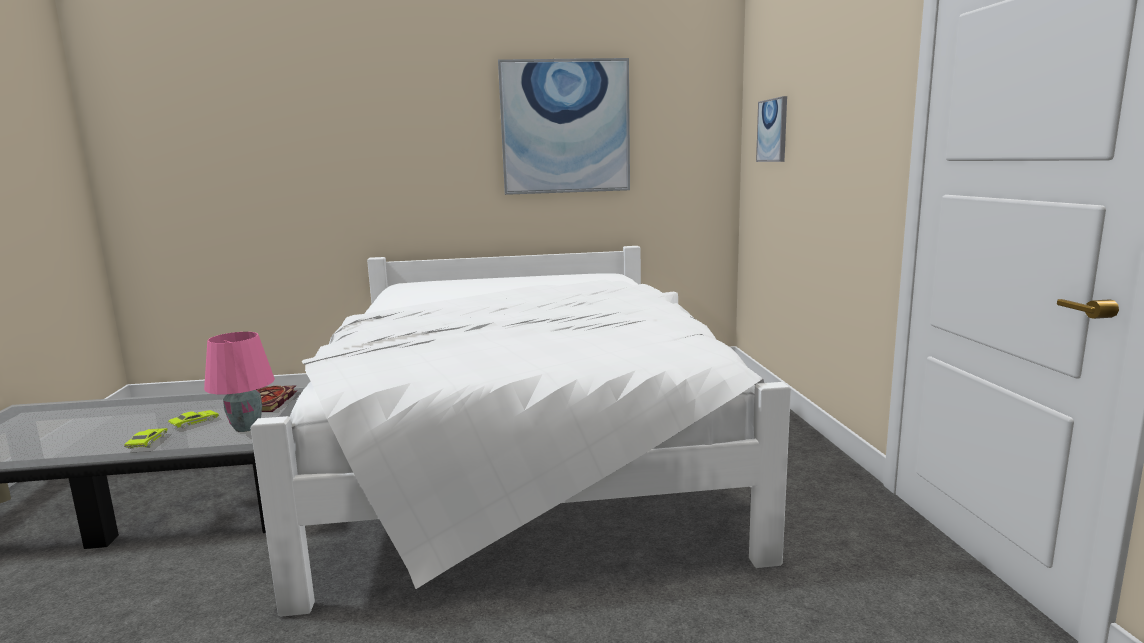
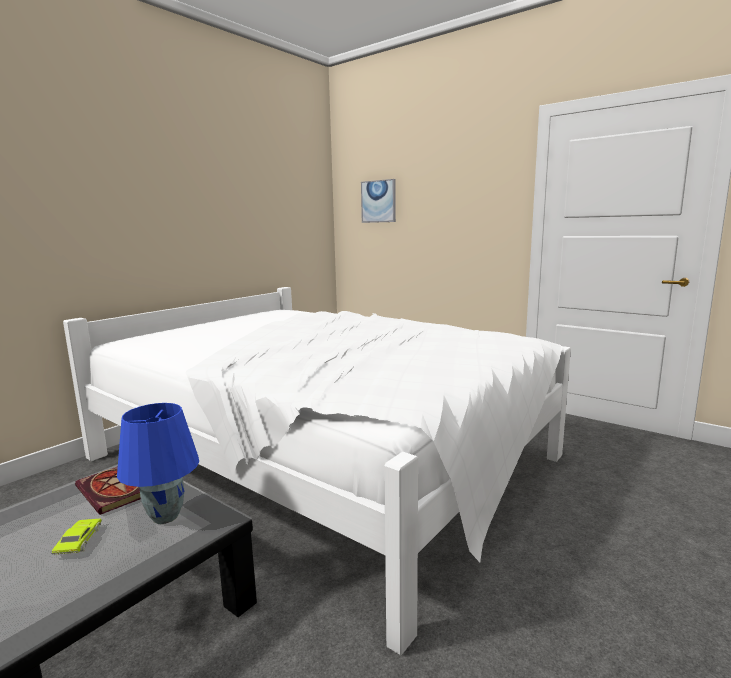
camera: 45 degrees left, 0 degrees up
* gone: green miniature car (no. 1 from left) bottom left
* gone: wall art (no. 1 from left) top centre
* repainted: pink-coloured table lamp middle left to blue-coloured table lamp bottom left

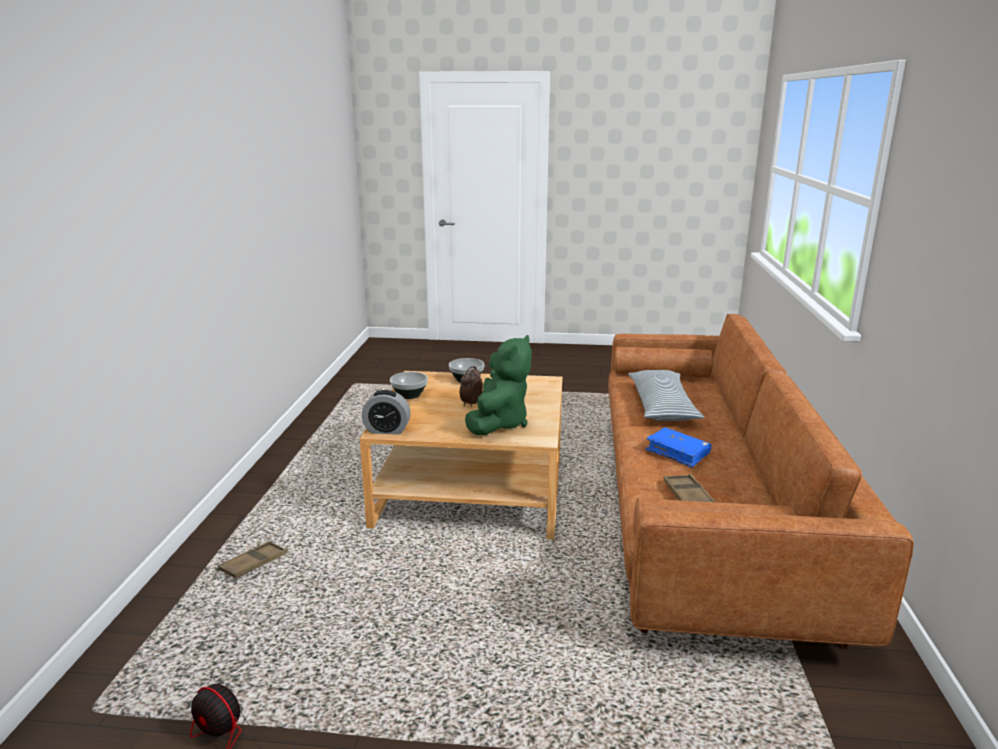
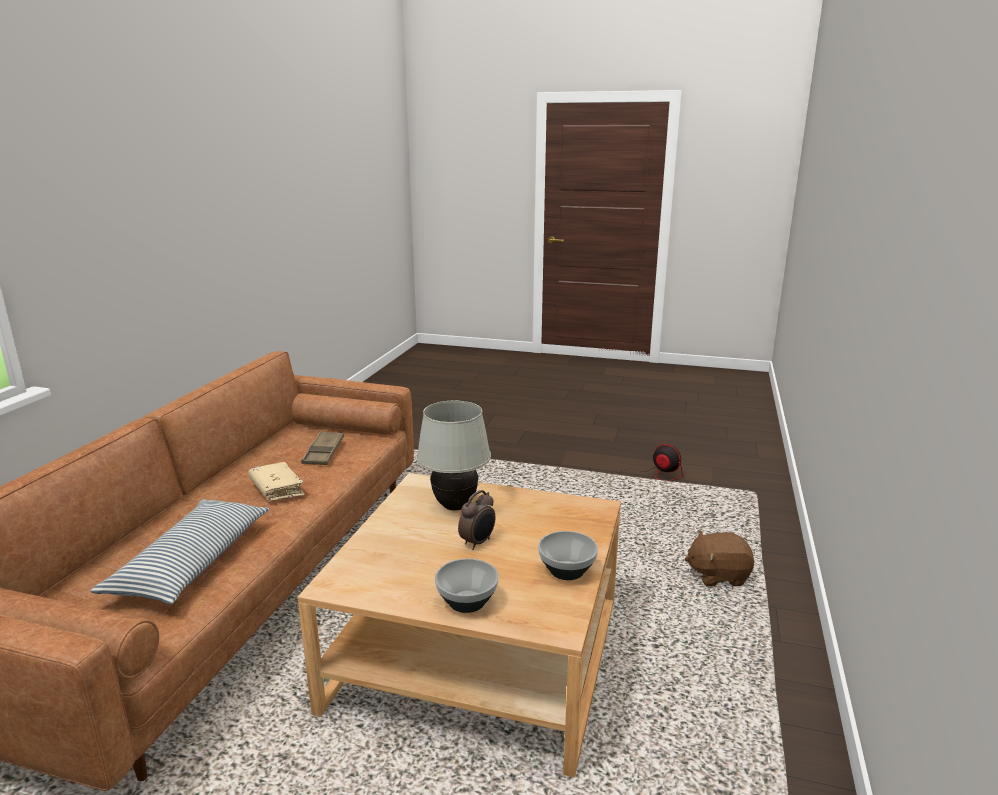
camera: 170 degrees left, 0 degrees up
* gone: alarm clock (no. 1 from left) centre
* swapped: brown serving tray (no. 1 from left) bottom left to brown cuddly toy bottom right
* swapped: green cuddly toy centre to white-coloured table lamp centre
* repainted: blue-coloured book middle right to beige-coloured book middle left

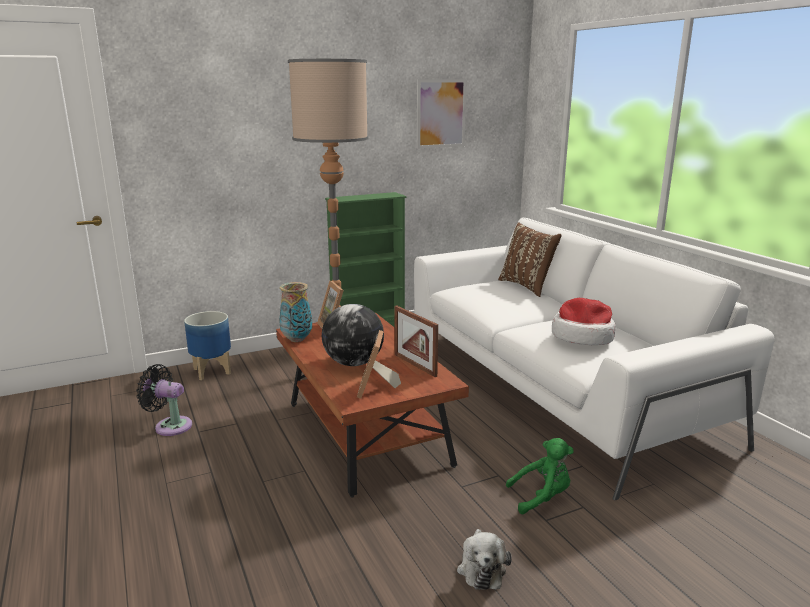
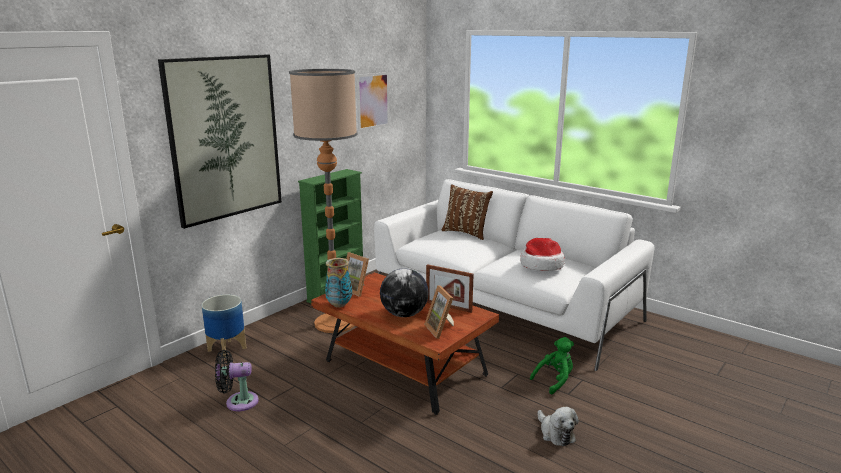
camera: 25 degrees left, 0 degrees up
* new: wall art (no. 1 from left) top left

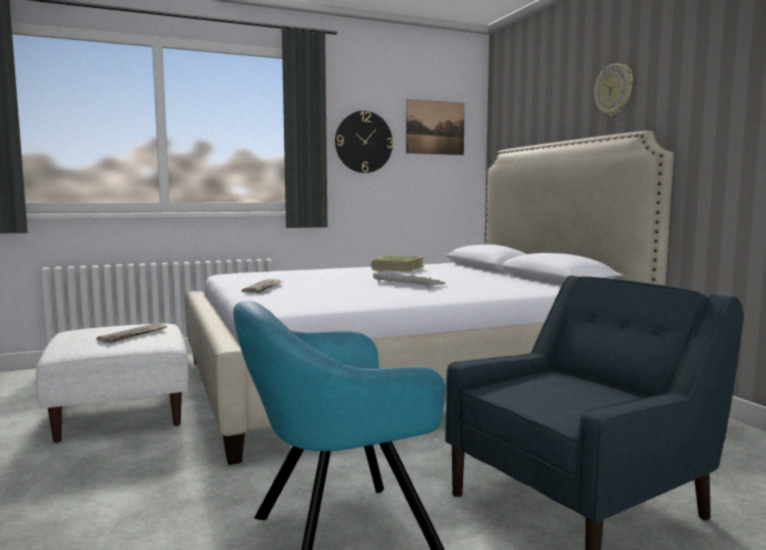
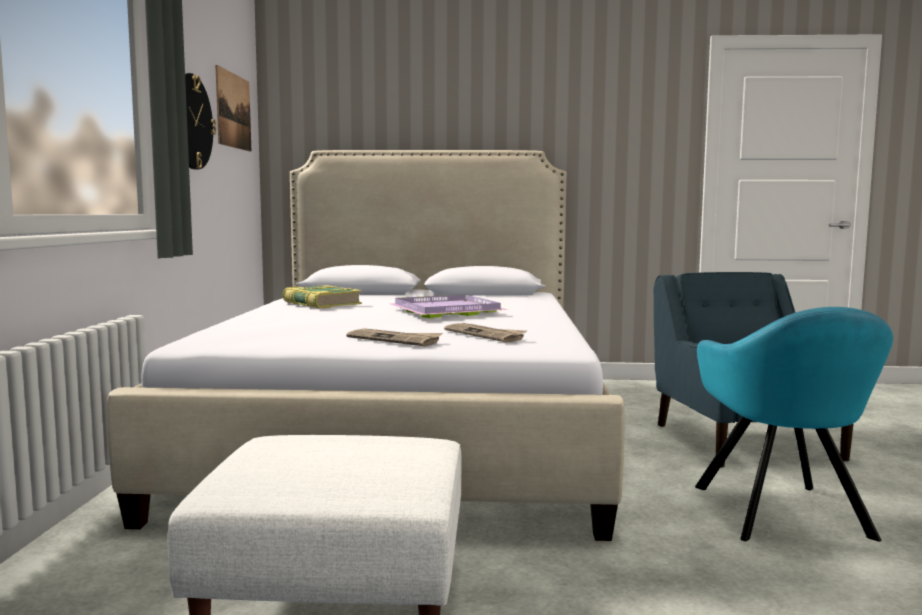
camera: 65 degrees left, 0 degrees up
* gone: hanging clock (no. 2 from left) top right
* shifted: newspaper (no. 1 from left in the first image) middle left to newspaper (no. 2 from left) centre
* swapped: keyboard centre to purple-coloured serving tray centre

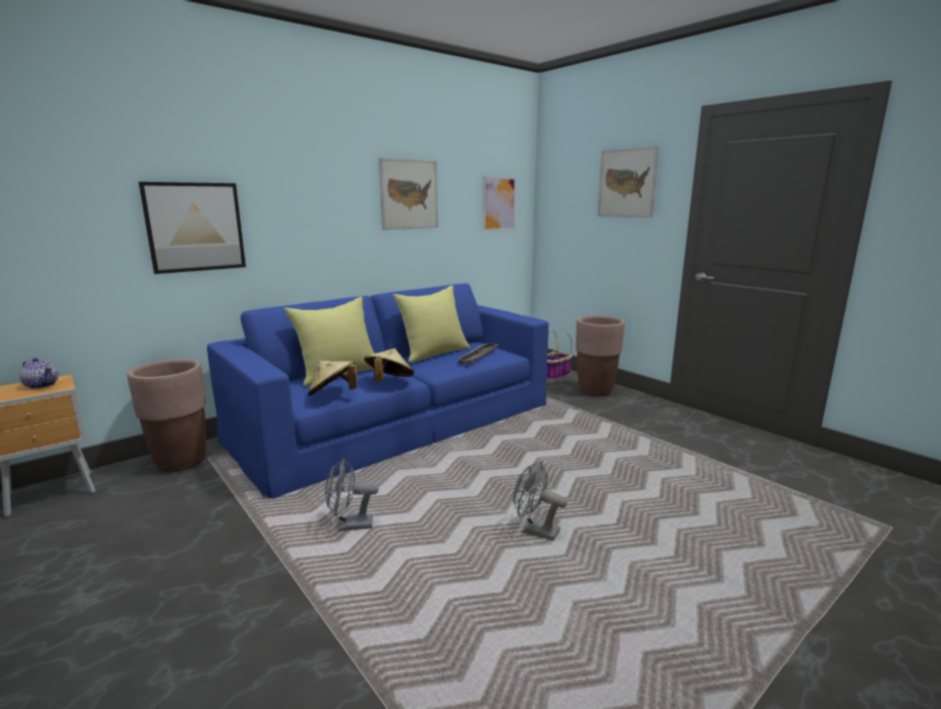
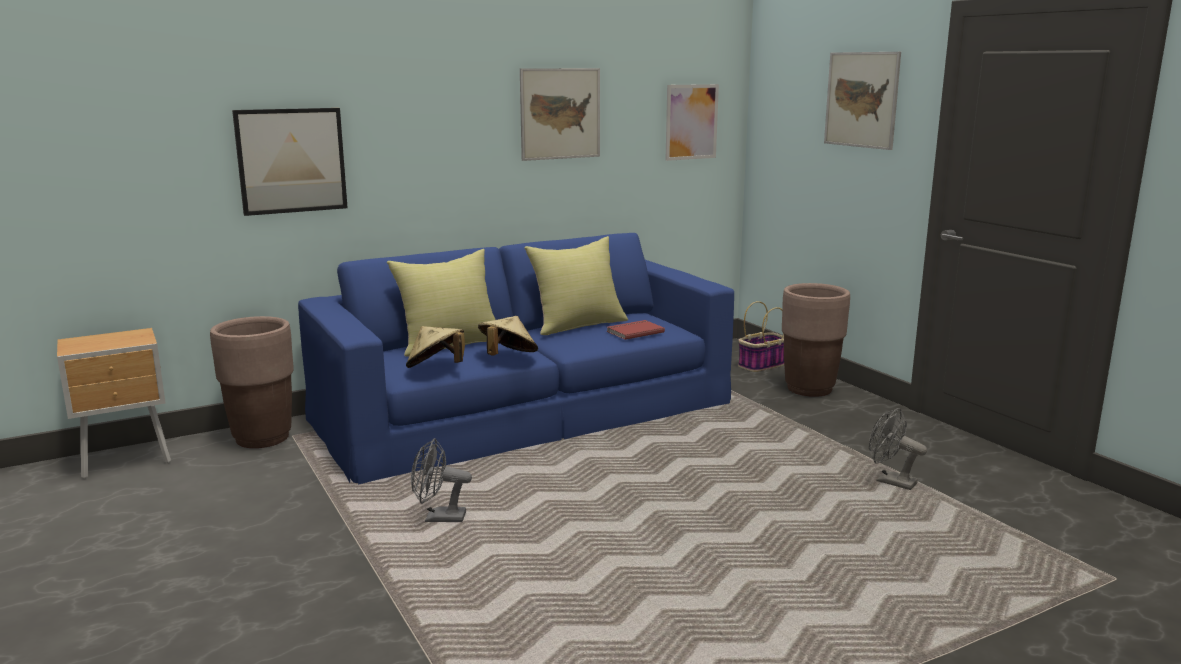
camera: 10 degrees right, 0 degrees up
* gone: pot for tea middle left
* shifted: greyish cooling fan (no. 2 from left) bottom centre to bottom right
* swapped: serving tray centre to red-coloured book centre

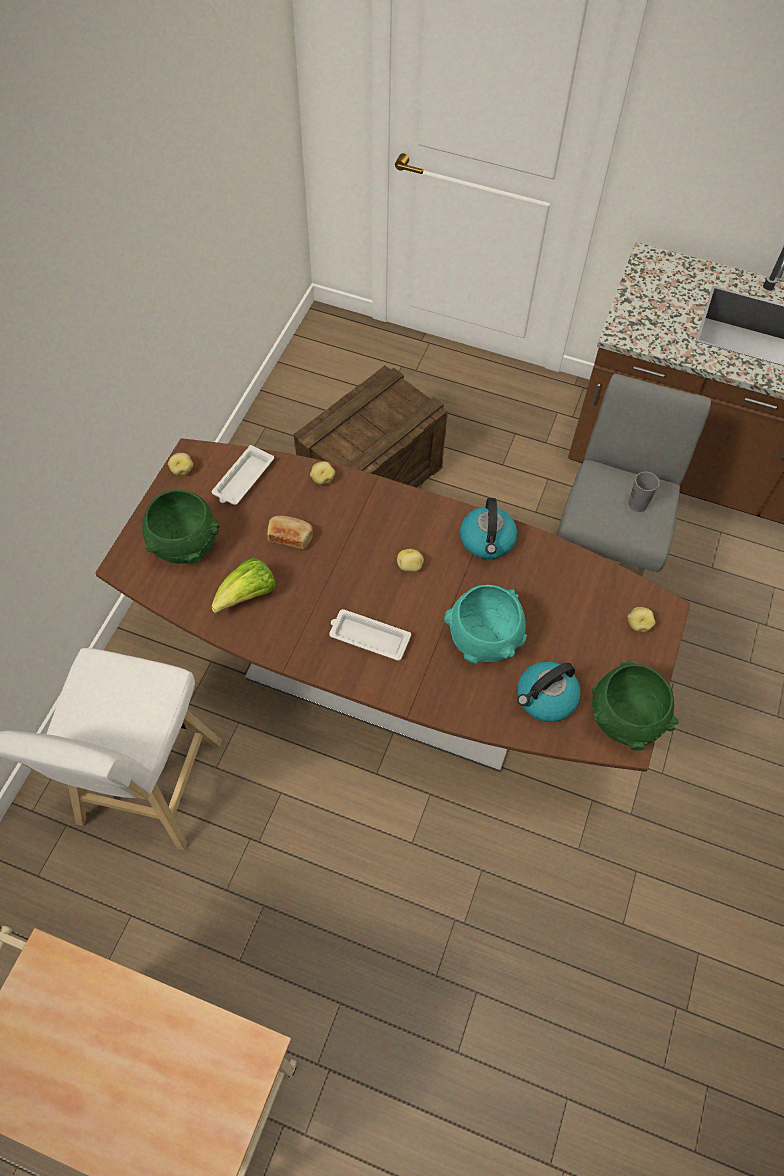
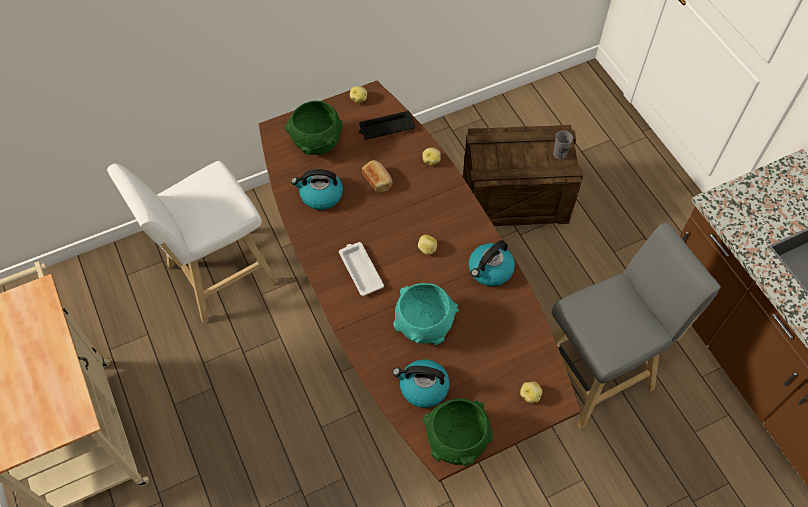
camera: 45 degrees right, 0 degrees up
* shifted: greyish drinking cup middle right to top right
* swapped: lettuce middle left to water kettle (no. 1 from left) centre
* repainted: white-coloured serving tray (no. 1 from left) middle left to black serving tray top centre

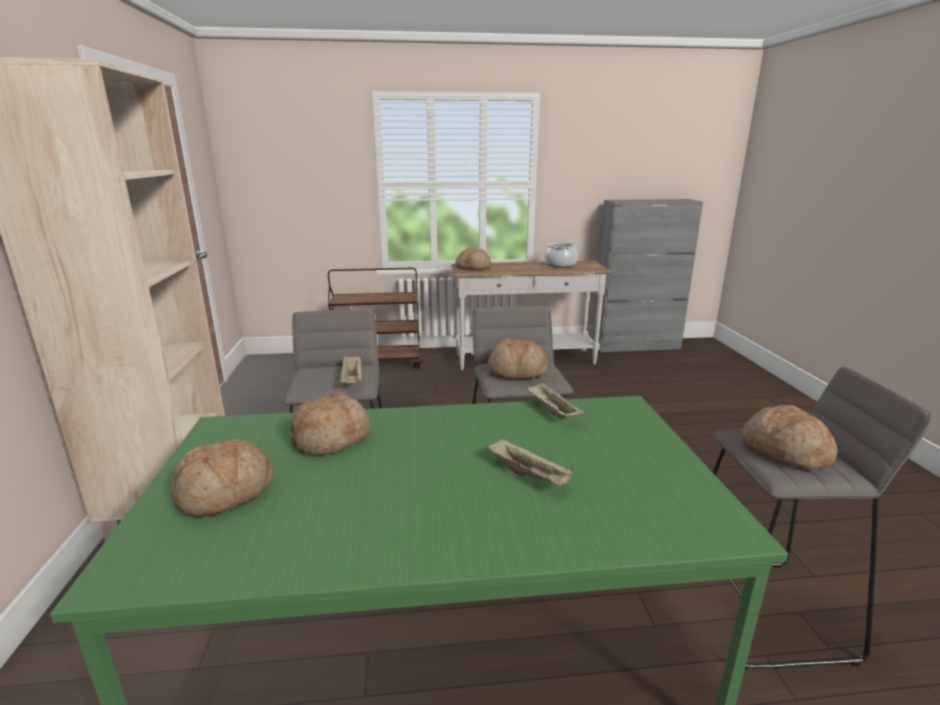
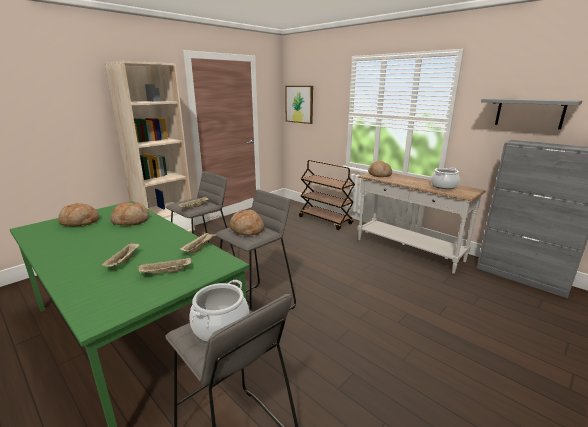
camera: 50 degrees right, 0 degrees up
* new: beige-coloured serving tray (no. 2 from left) middle left
* new: wall art top centre
* new: greyish shelf top right
* swapped: baked bread (no. 5 from left) middle right to saucepot (no. 1 from left) bottom centre

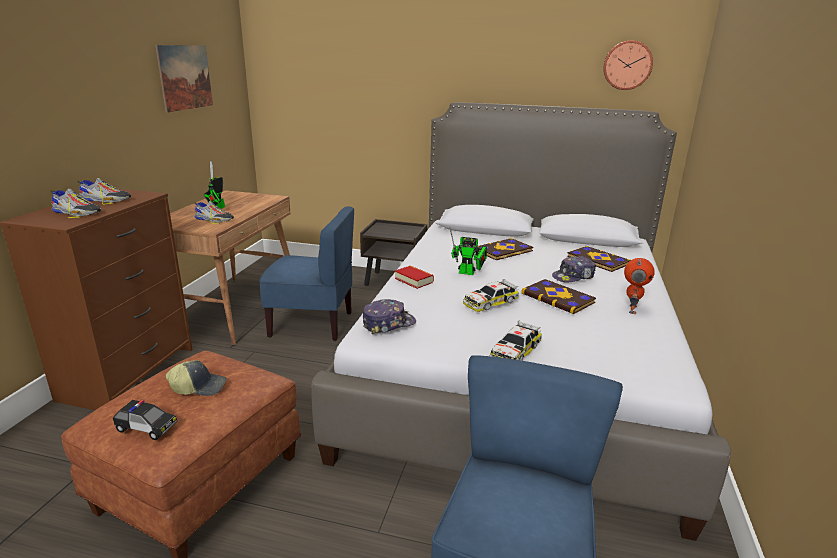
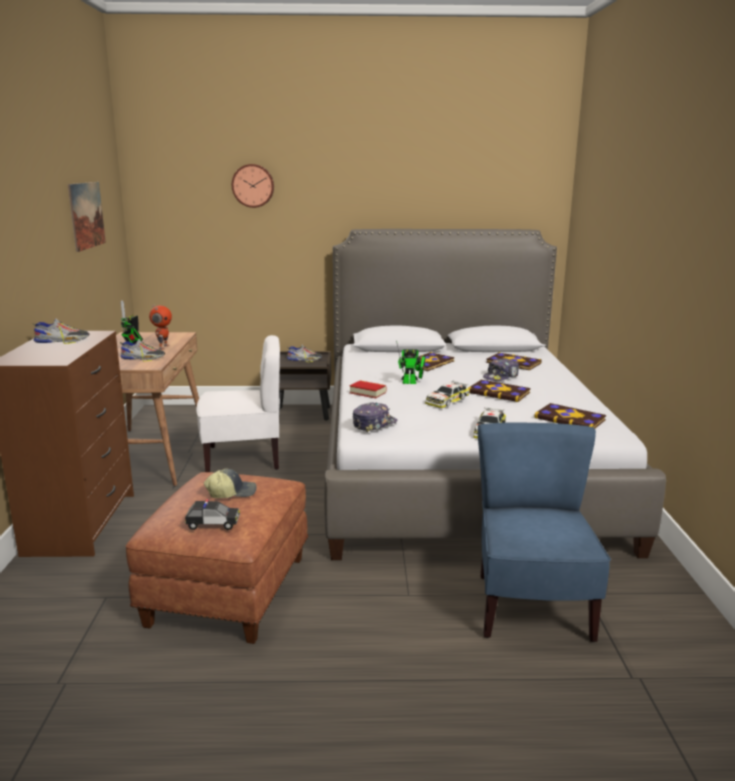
camera: 15 degrees left, 5 degrees down
* new: book (no. 5 from left) middle right
* shifted: shoe (no. 1 from left in the first image) middle left to shoe (no. 3 from left) centre
* shifted: hanging clock top right to top centre
* shifted: toy robot (no. 3 from left in the first image) middle right to toy robot (no. 2 from left) middle left
* repainted: blue-coloured chair (no. 1 from left) centre to white-coloured chair middle left

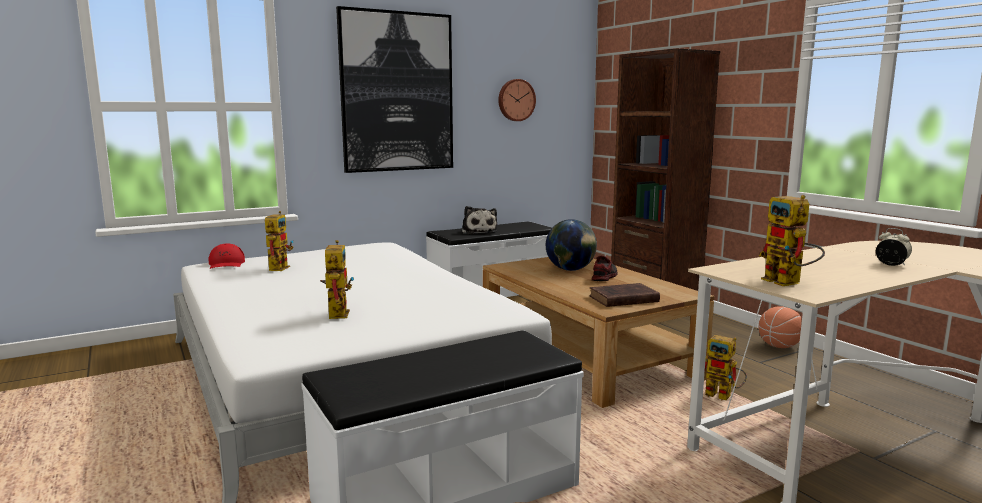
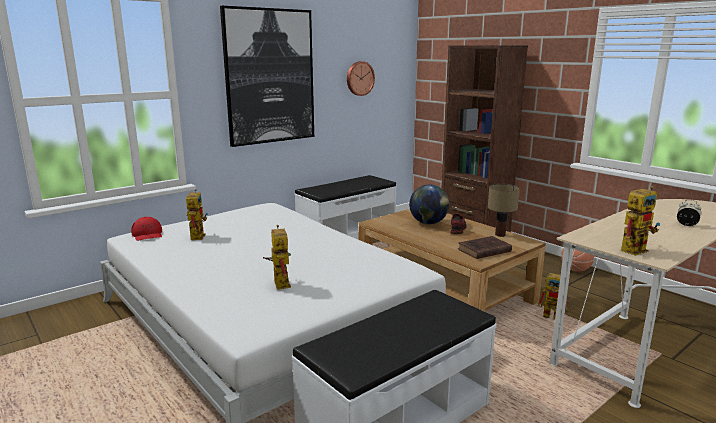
camera: 10 degrees left, 5 degrees up
* gone: cuddly toy centre
* new: table lamp middle right
* rotated: toy robot (no. 4 from left) middle right = middle right 90 degrees counterclockwise

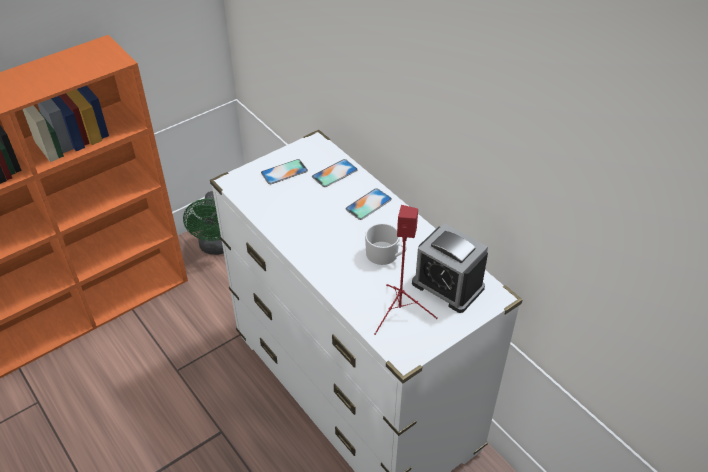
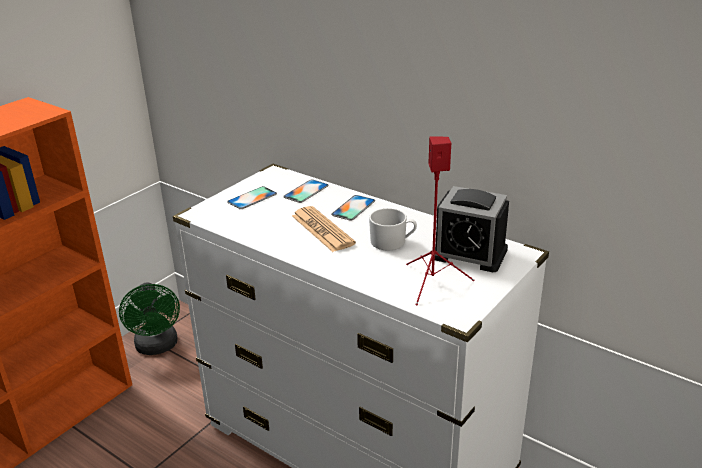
camera: 15 degrees left, 15 degrees down
* new: newspaper centre

